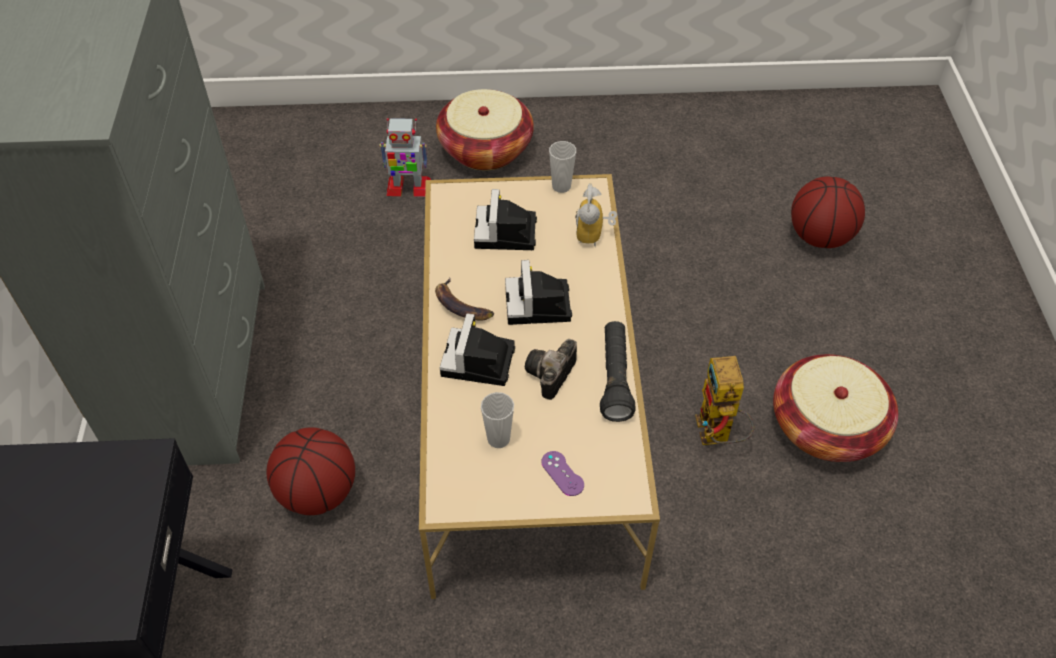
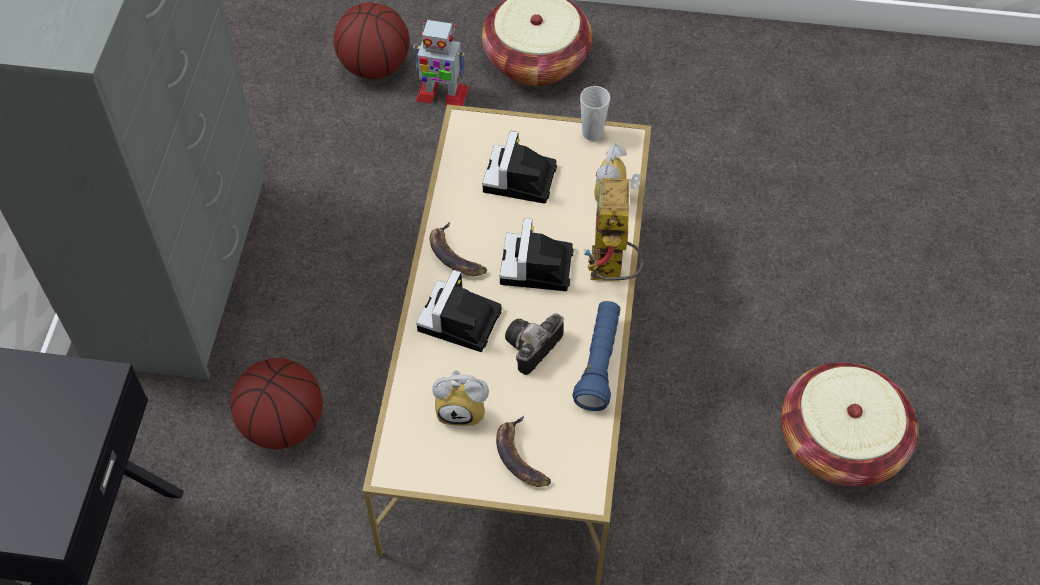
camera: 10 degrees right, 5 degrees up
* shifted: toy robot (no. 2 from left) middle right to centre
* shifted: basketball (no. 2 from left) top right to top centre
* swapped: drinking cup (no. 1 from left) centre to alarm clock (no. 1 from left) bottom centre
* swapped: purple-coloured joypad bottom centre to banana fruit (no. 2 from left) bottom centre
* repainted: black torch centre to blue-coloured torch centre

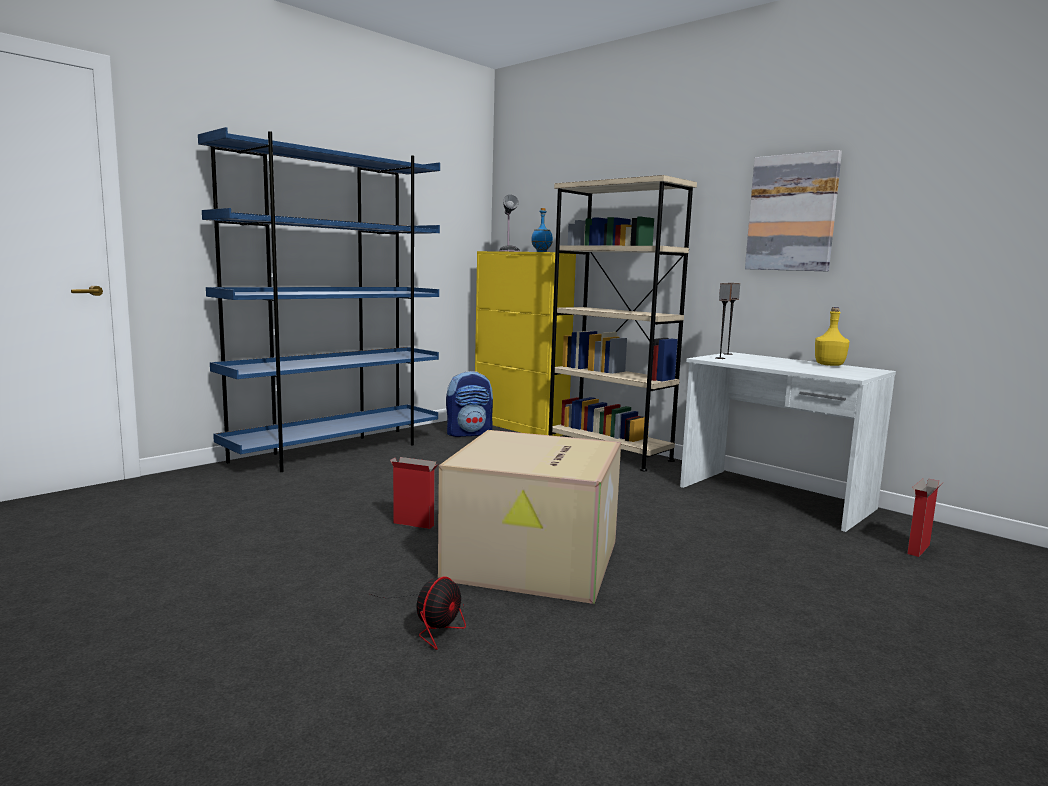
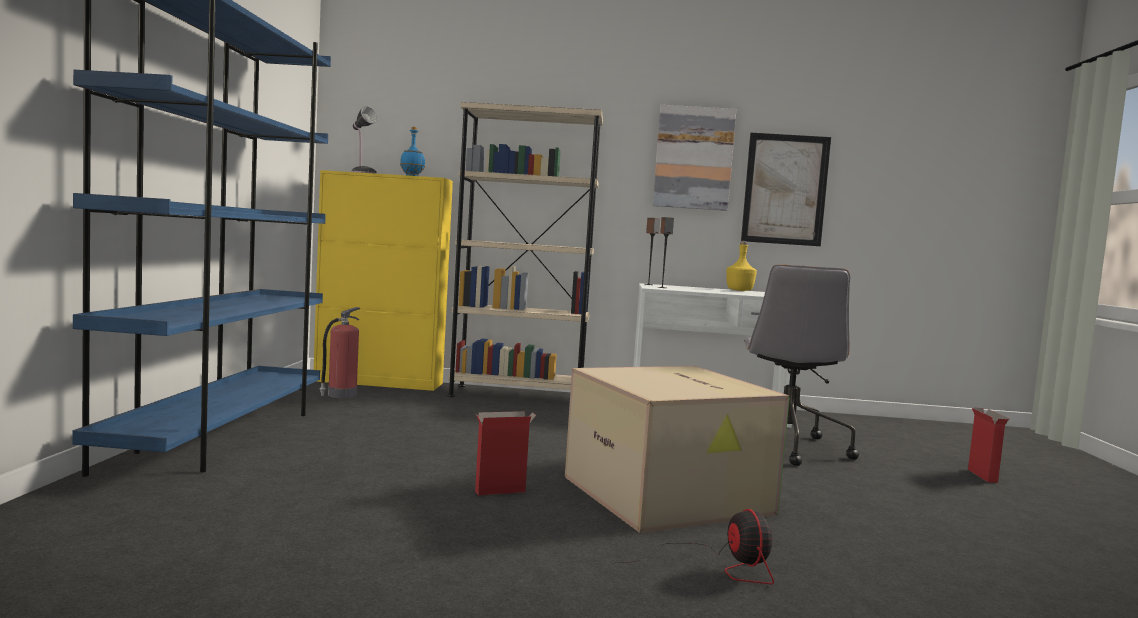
camera: 40 degrees left, 5 degrees down
* new: wall art (no. 2 from left) top right
* new: greyish computer chair middle right
* shifted: cardboard box (no. 3 from left) middle right to bottom right
* swapped: knapsack centre to fire extinguisher middle left

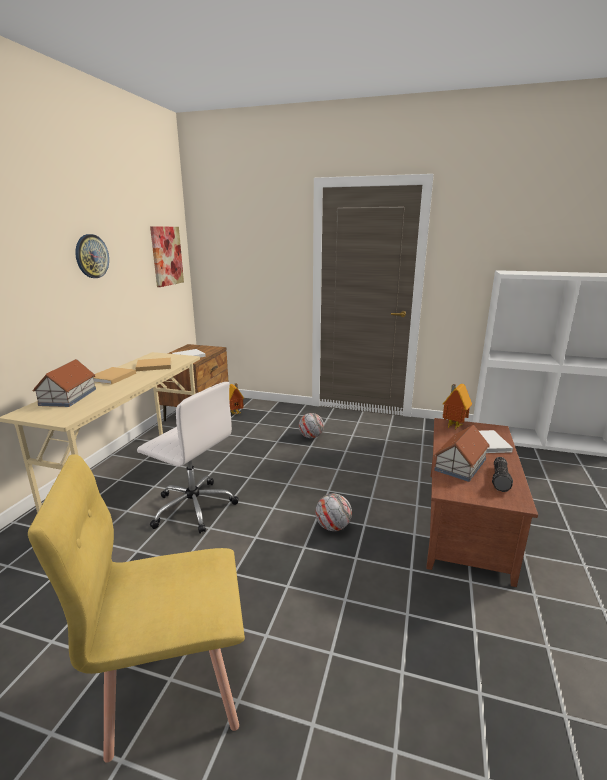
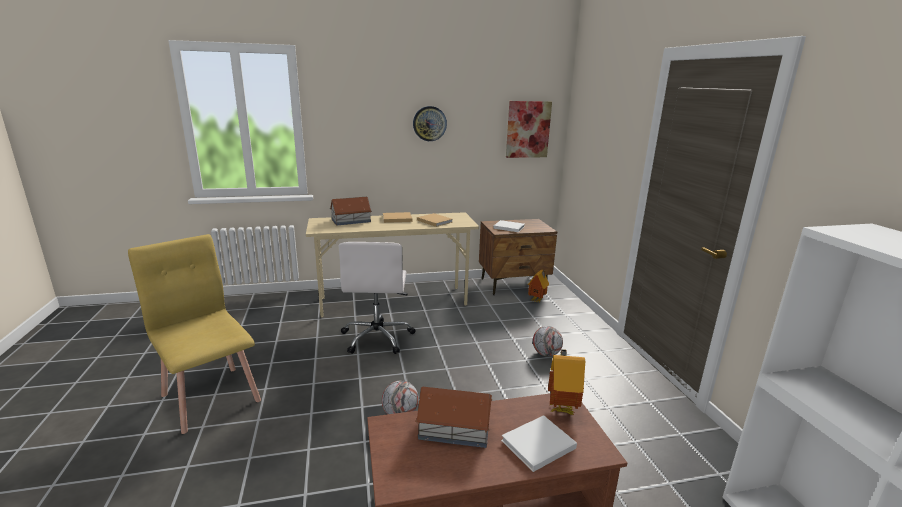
camera: 60 degrees right, 0 degrees up
* gone: torch middle right

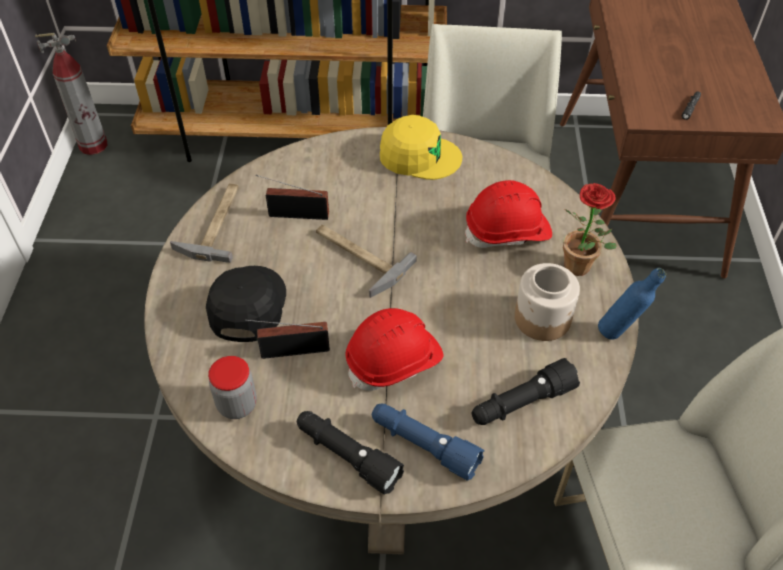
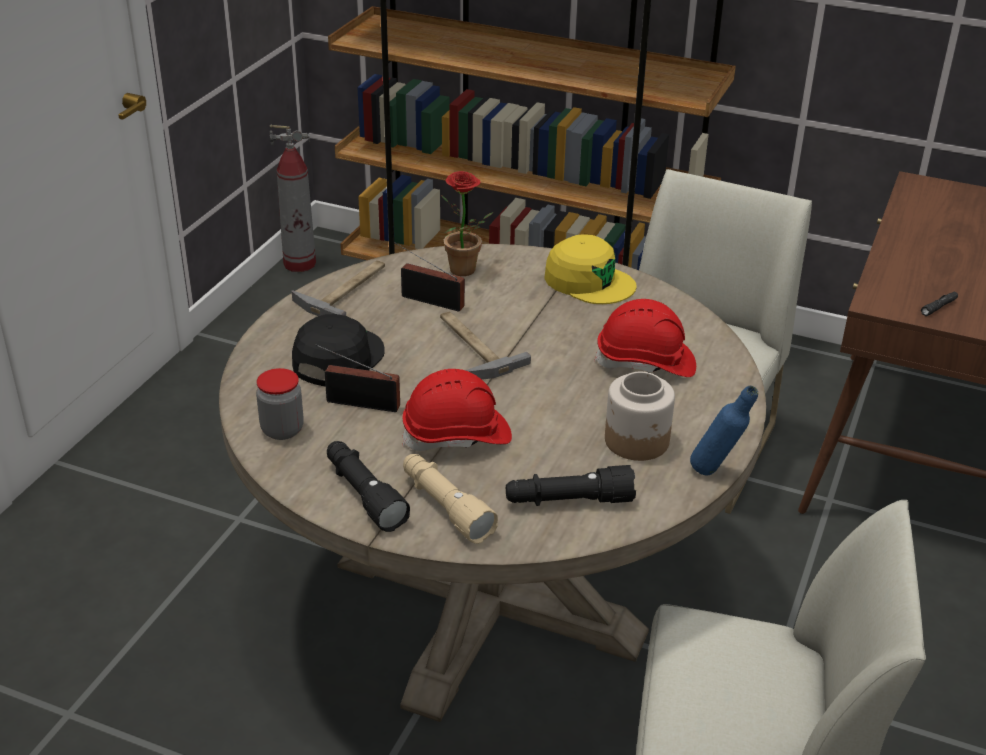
camera: 20 degrees right, 15 degrees down
* shifted: potted plant middle right to top centre
* repainted: blue-coloured torch bottom centre to beige-coloured torch centre

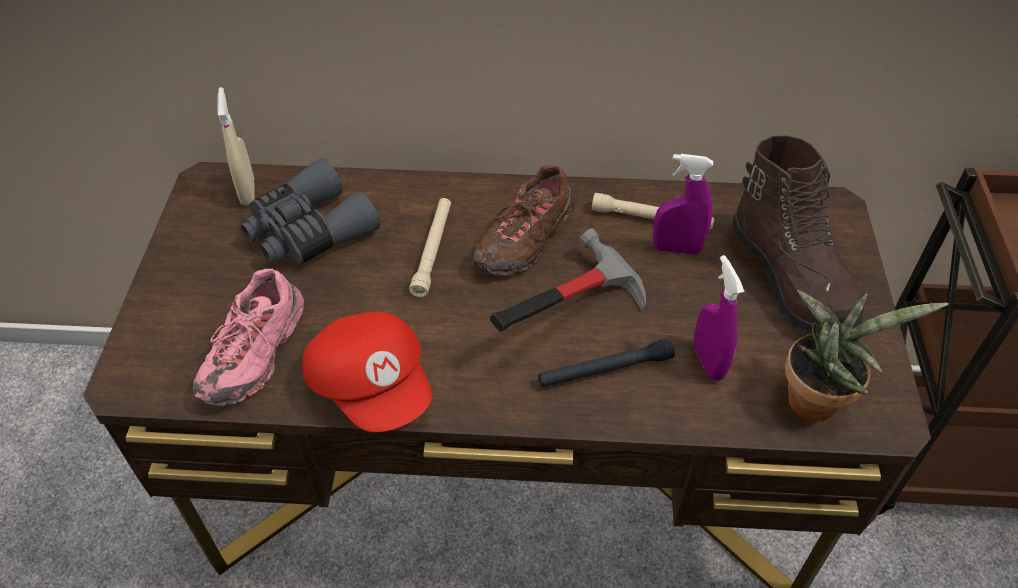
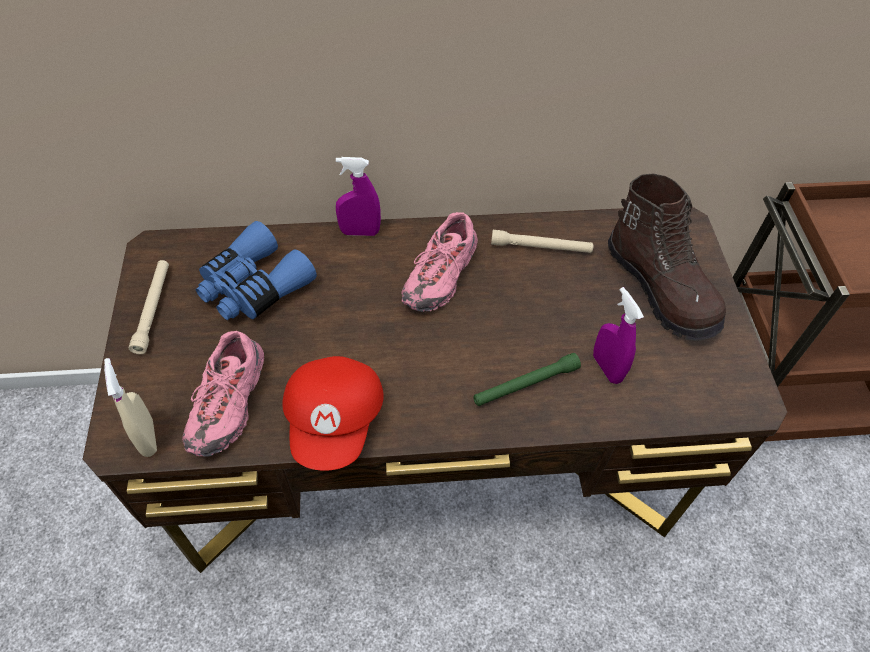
camera: 10 degrees left, 5 degrees up
* gone: tool hammer centre
* gone: potted plant middle right
* shifted: beige-coloured sprayer top left to middle left
* shifted: beige-coloured torch (no. 1 from left) centre to middle left
* shifted: purple-coloured sprayer (no. 1 from left) middle right to top centre
* repainted: greyish field glasses middle left to blue-coloured field glasses middle left
* repainted: brown shoe centre to pink-coloured shoe (no. 2 from left) centre
* repainted: black torch centre to green torch centre
* rotated: red-coloured peaked cap centre = centre 45 degrees clockwise

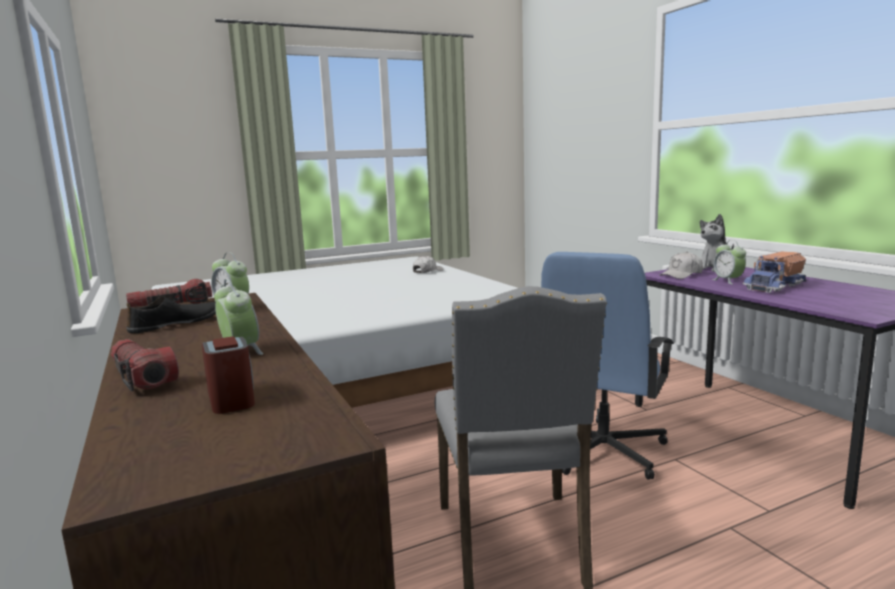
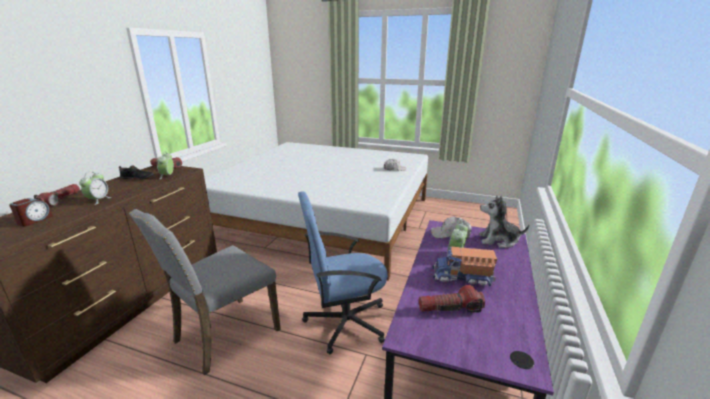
camera: 45 degrees right, 10 degrees up
* new: torch (no. 3 from left) bottom centre

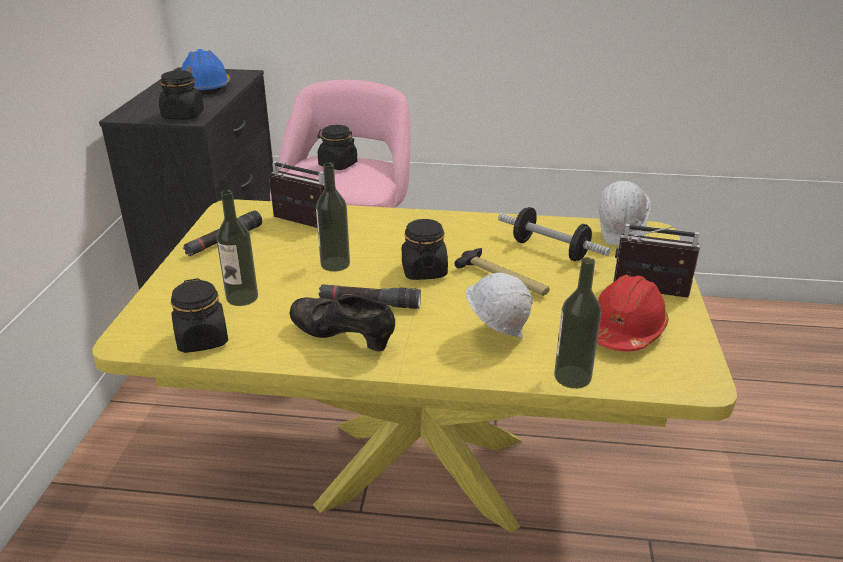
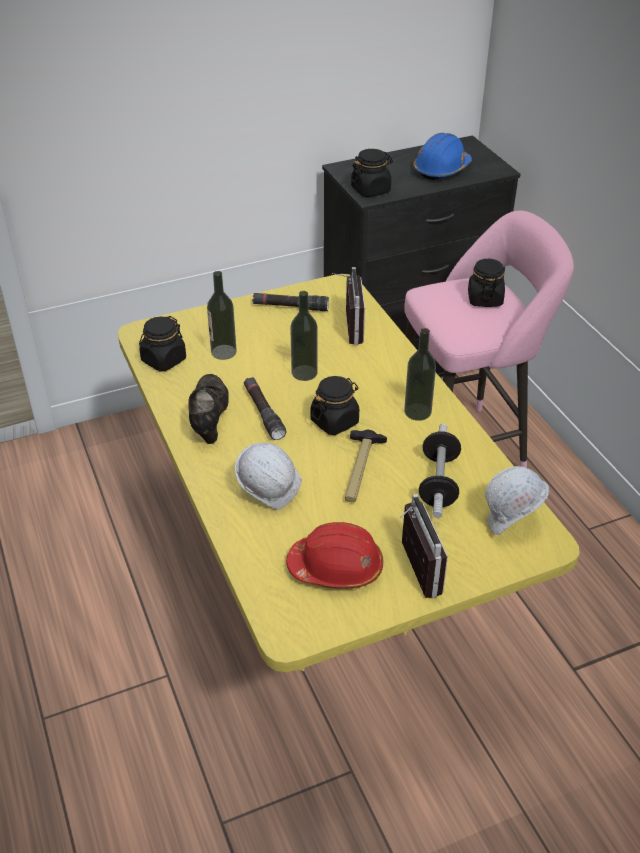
camera: 60 degrees right, 10 degrees up
* shifted: bottle (no. 3 from left) middle right to centre

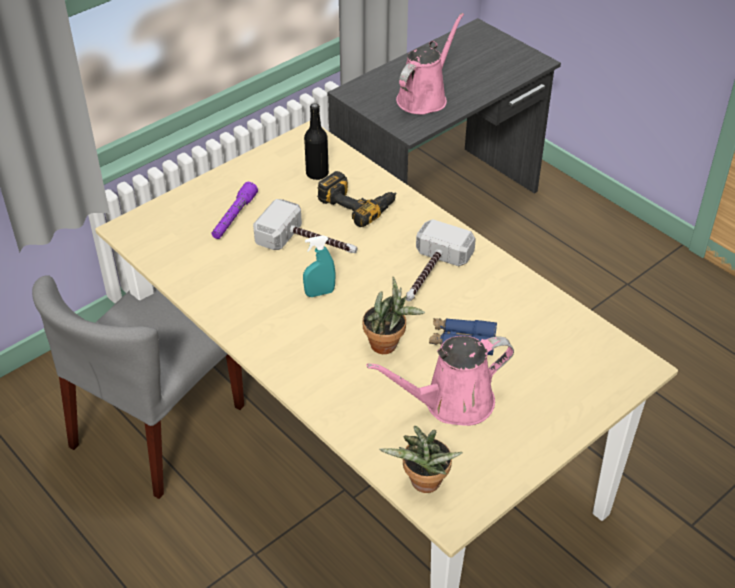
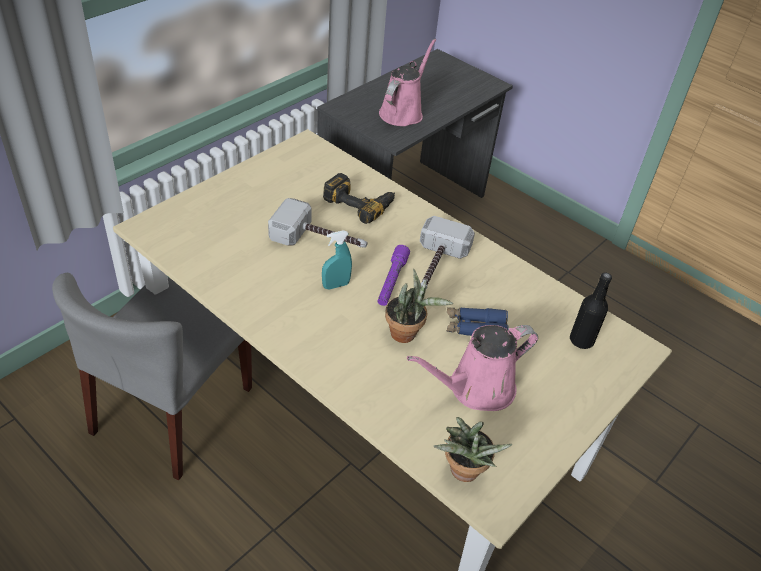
camera: 10 degrees left, 0 degrees up
* shifted: purple-coloured torch middle left to centre
* shifted: black bottle top centre to middle right

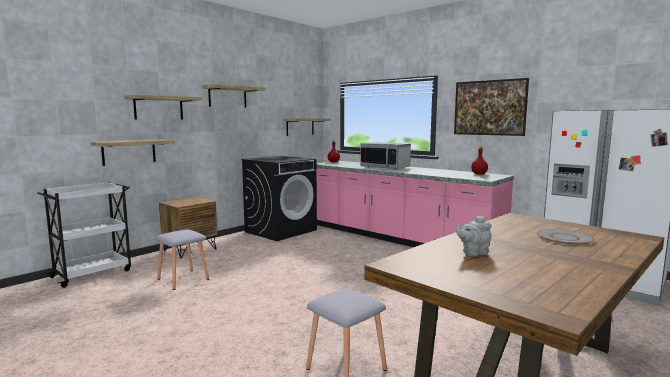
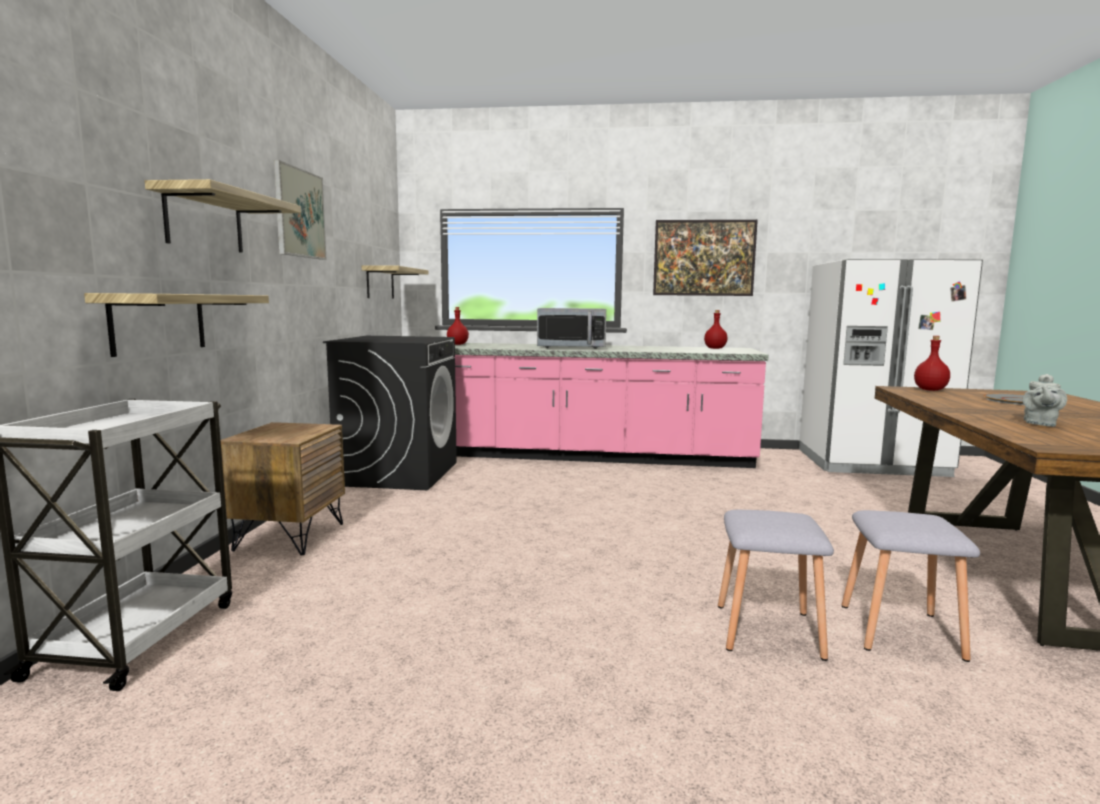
camera: 35 degrees left, 0 degrees up
* new: red-coloured bottle (no. 3 from left) middle right
* shifted: greyish stool (no. 1 from left) bottom left to bottom right
* swapped: shelf (no. 3 from left) top centre to wall art (no. 1 from left) top left

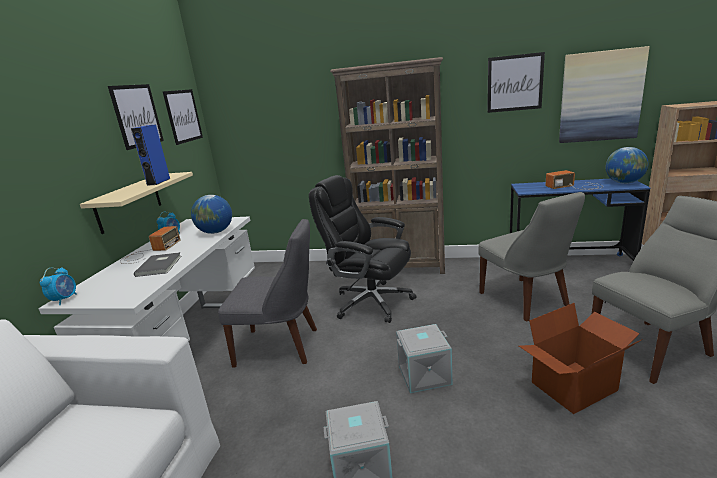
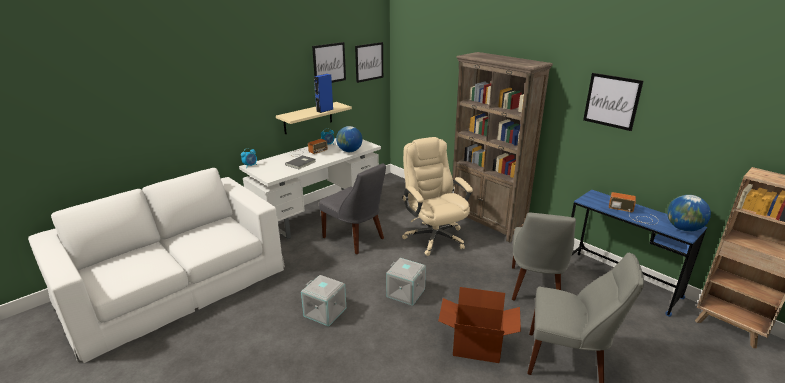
camera: 35 degrees right, 5 degrees up
* gone: wall art (no. 4 from left) top right
* repainted: black computer chair centre to beige-coloured computer chair centre

